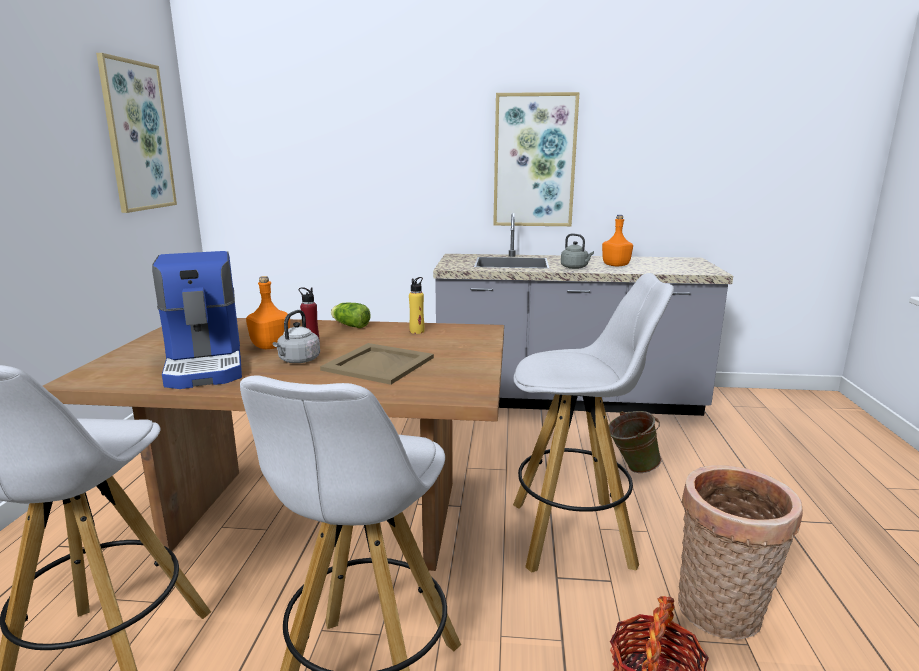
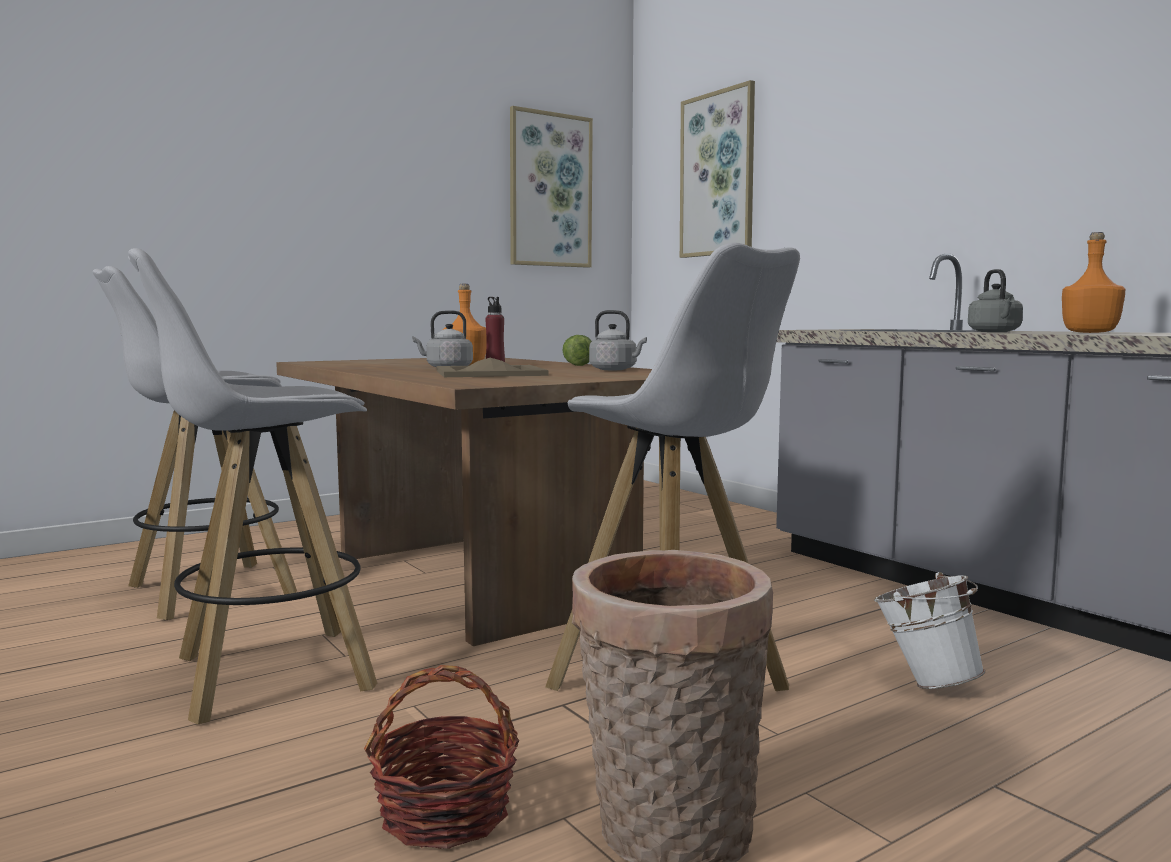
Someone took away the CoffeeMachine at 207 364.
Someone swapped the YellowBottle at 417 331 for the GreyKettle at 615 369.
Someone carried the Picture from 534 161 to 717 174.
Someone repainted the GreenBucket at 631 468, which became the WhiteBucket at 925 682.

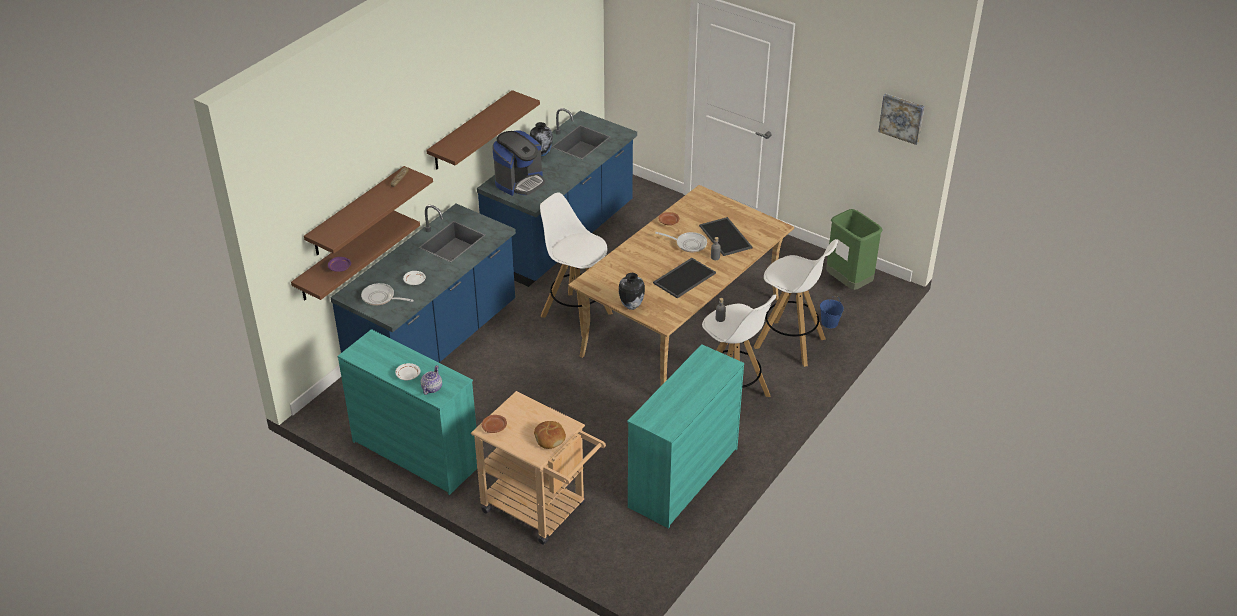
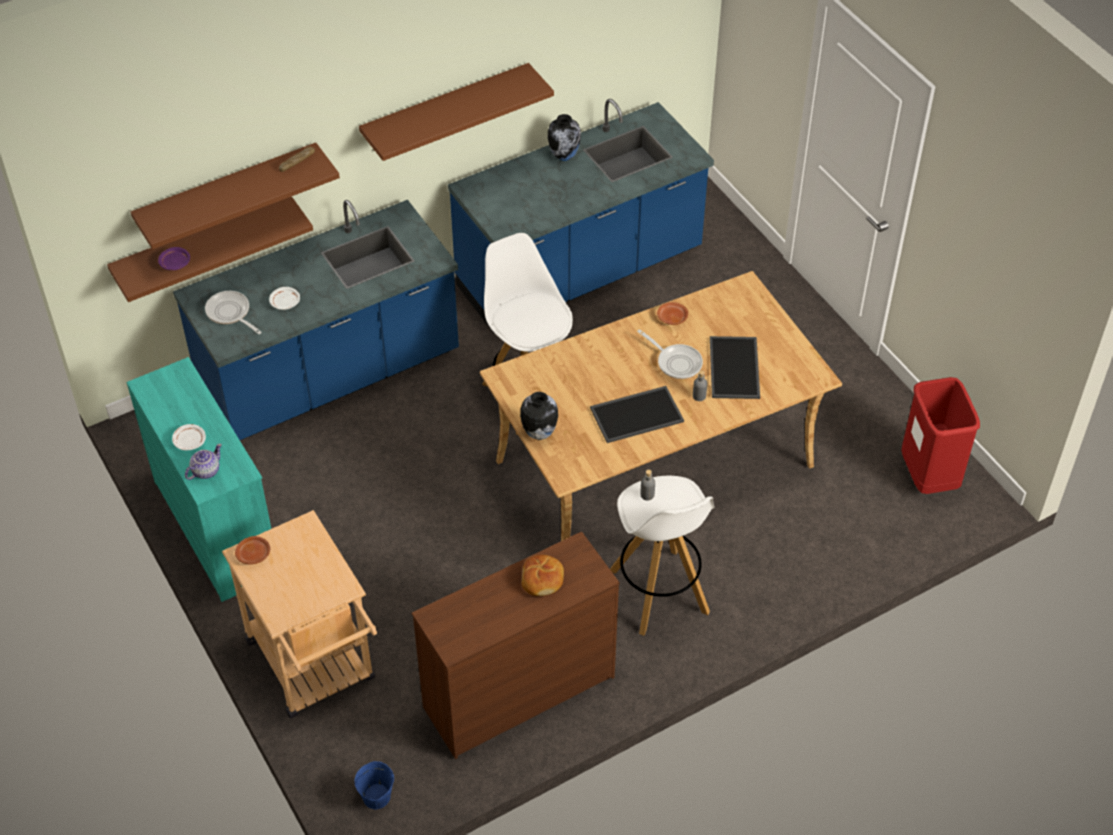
Someone took away the CoffeeMachine at 520 182.
Someone carried the Bread from 550 438 to 542 579.
Someone repainted the TurquoiseDresser at 682 477, which became the BrownDresser at 518 691.
Someone took away the WhiteStool at 790 343.
Someone carried the BlueBucket from 829 323 to 376 797.
Someone repainted the GreenTrashCan at 848 283, which became the RedTrashCan at 928 477.
Someone took away the Picture at 902 118.

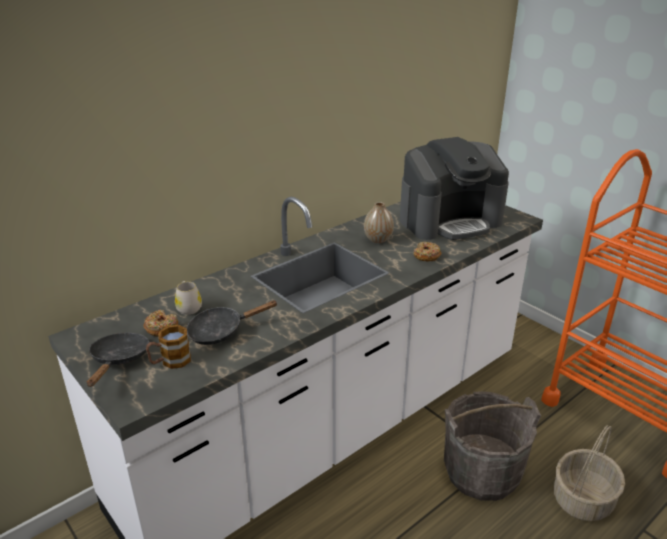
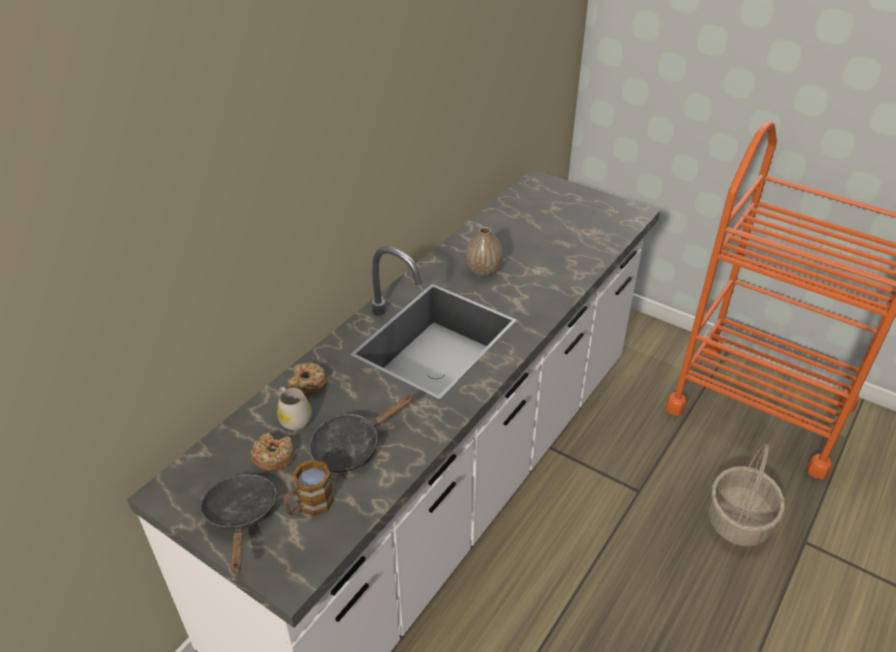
Someone took away the CoffeeMachine at 450 220.
Someone carried the Donut from 426 256 to 308 383.
Someone took away the GreyBucket at 481 473.

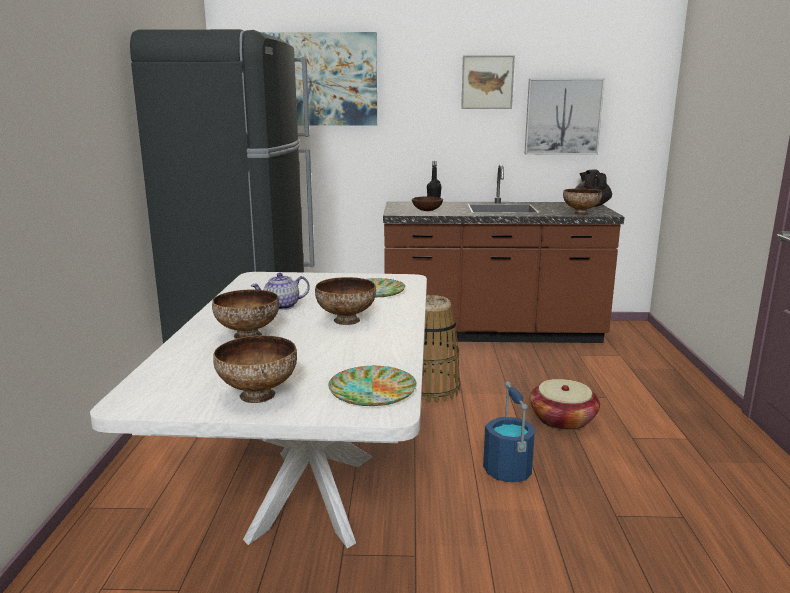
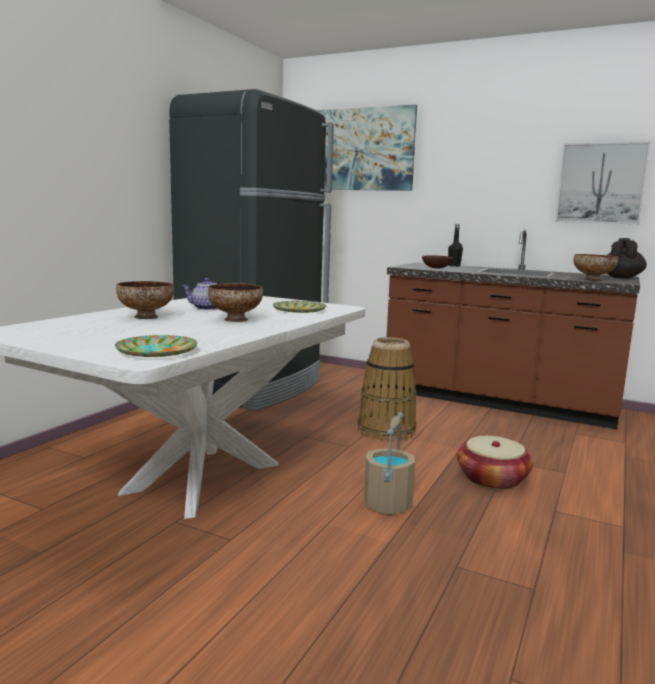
Someone took away the Bowl at 259 395.
Someone took away the Picture at 487 82.
Someone repainted the BlueBucket at 508 471, which became the BeigeBucket at 387 504.

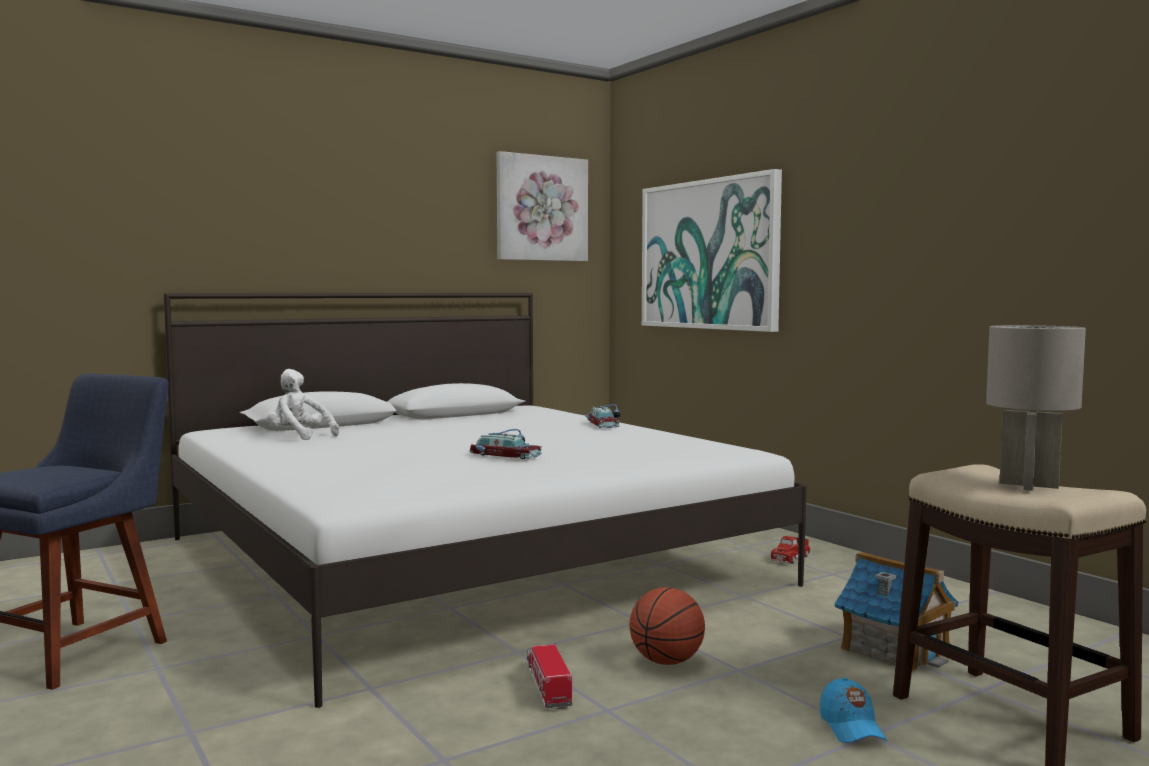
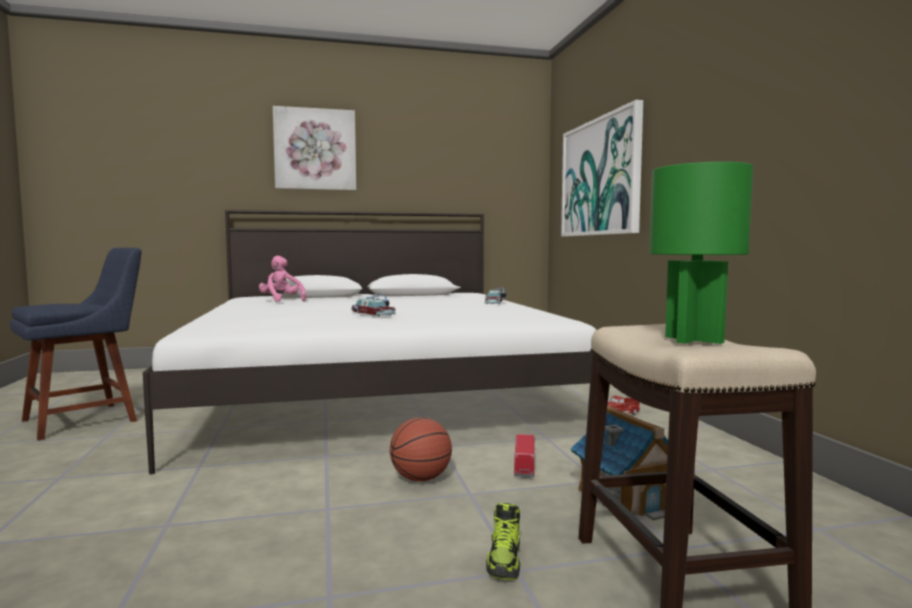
Someone repainted the WhitePlushToy at 299 437, which became the PinkPlushToy at 281 301.
Someone carried the Picture from 541 208 to 315 149.
Someone carried the ToyTruck from 548 685 to 524 463.
Someone swapped the BlueCap at 851 728 for the Shoe at 505 561.
Someone repainted the GreyTableLamp at 1027 485, which became the GreenTableLamp at 693 339.

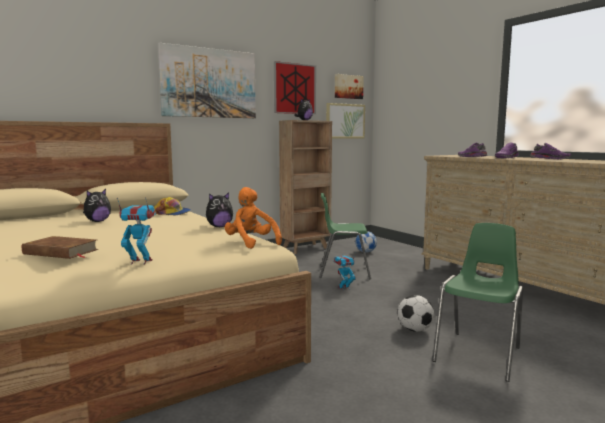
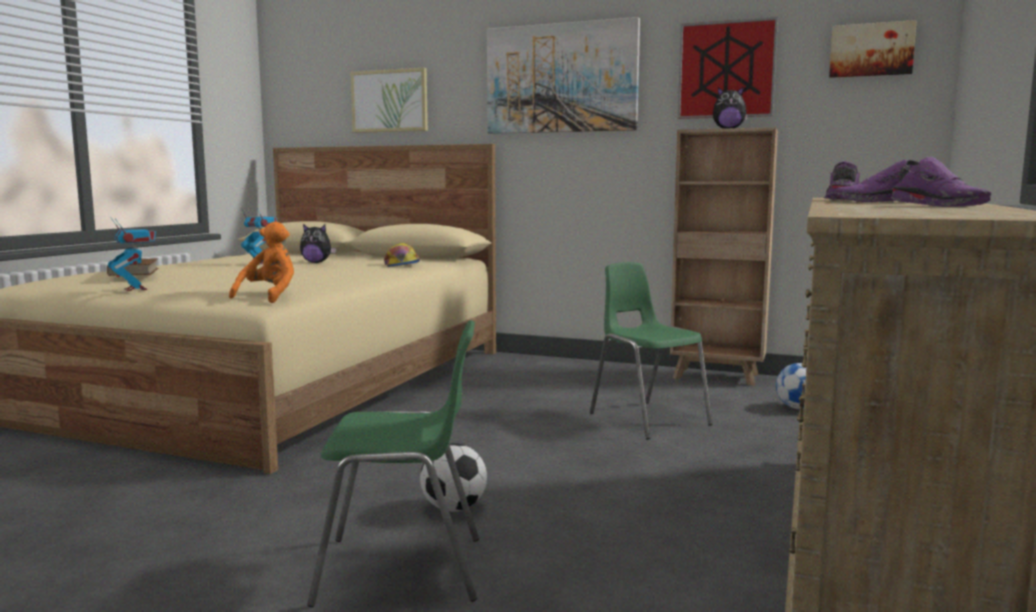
Someone took away the PlushToy at 219 227.
Someone carried the Picture from 345 121 to 390 101.
Someone carried the ToyRobot from 344 288 to 261 263.

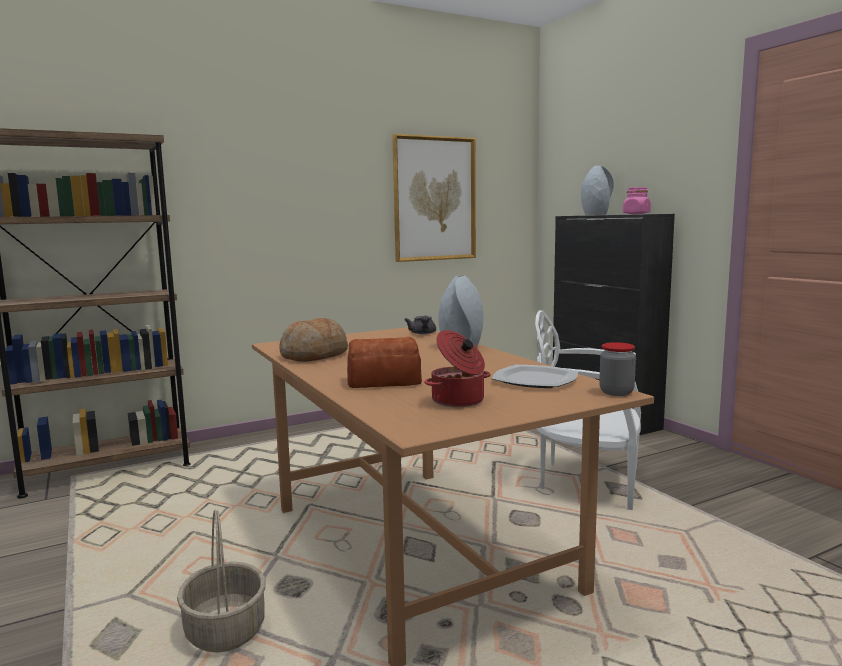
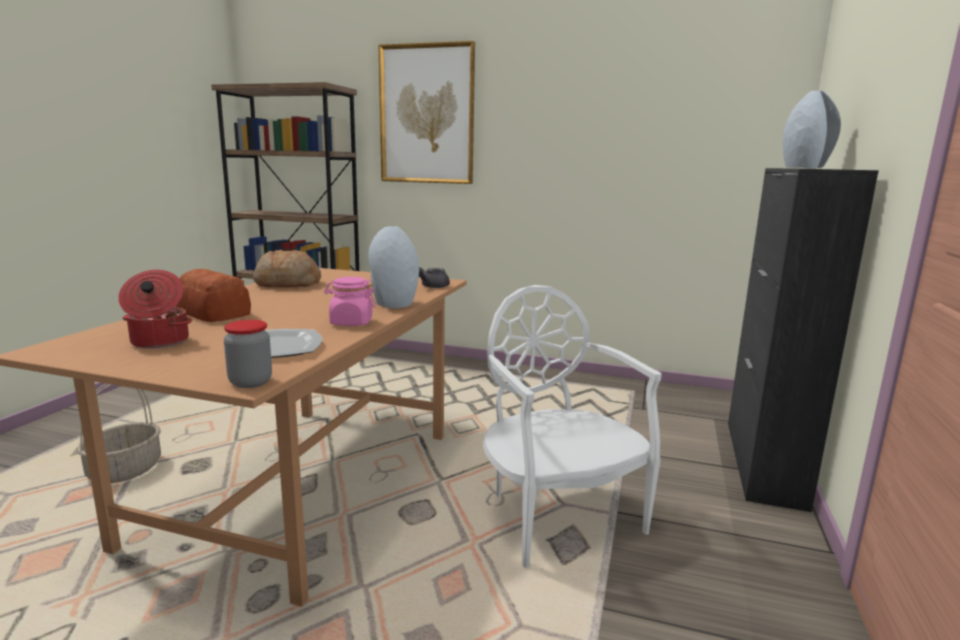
Someone carried the Picture from 434 199 to 427 115.
Someone carried the PinkJar from 636 214 to 351 323.

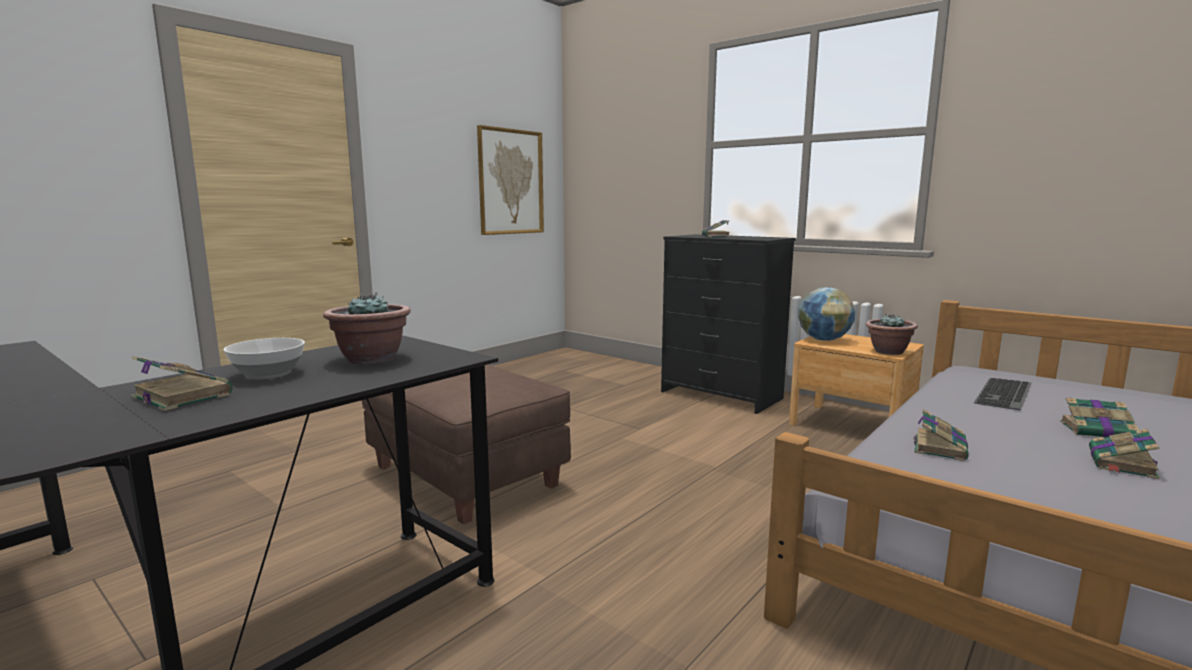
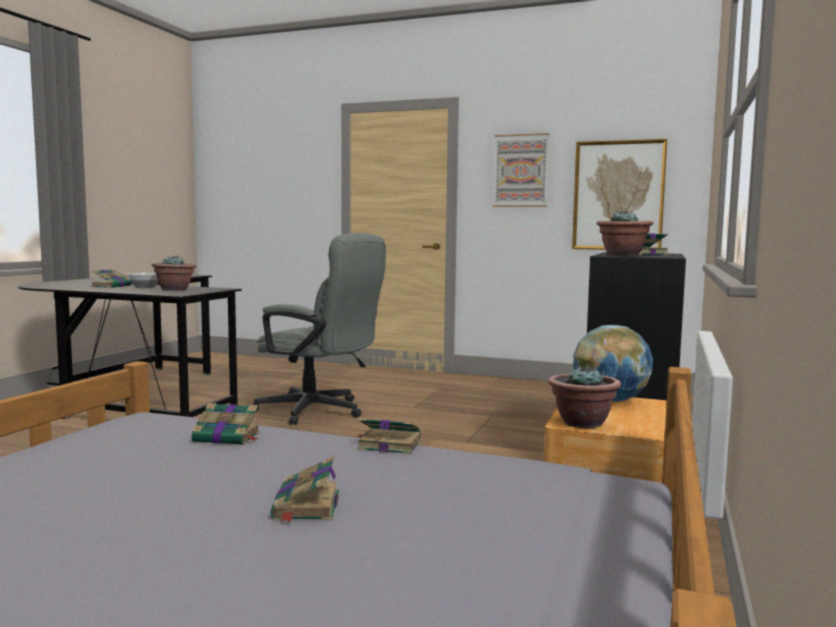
Someone swapped the BrownOttoman at 465 477 for the GreyOfficeChair at 319 411.
Someone took away the Keyboard at 1006 394.
Someone carried the Book from 1122 464 to 388 444.
Someone put up the Picture at 521 171.
Someone put down the PottedPlant at 623 255.

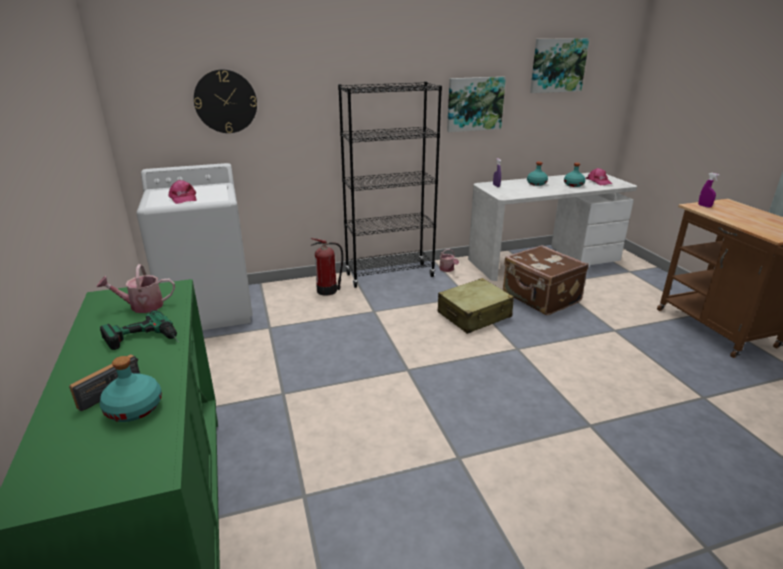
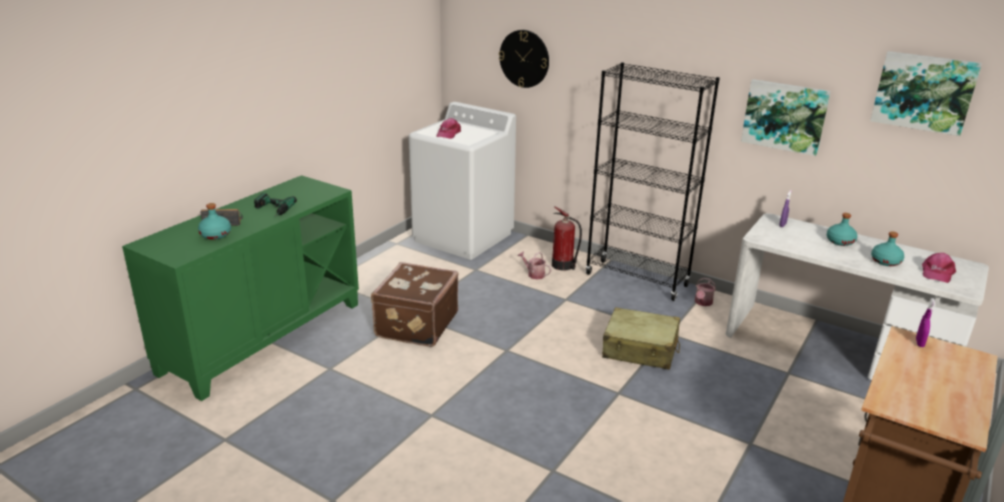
Someone carried the WateringCan from 142 306 to 534 274.
Someone carried the BrownSuitcase from 540 298 to 415 325.

